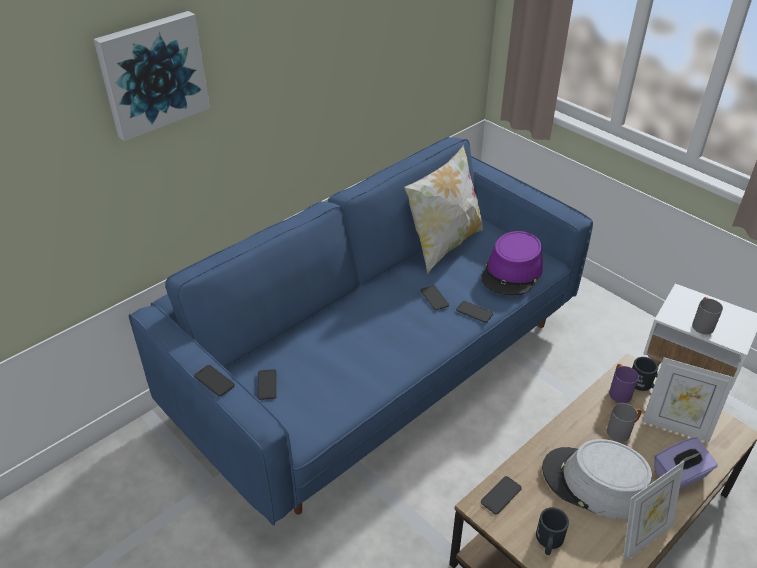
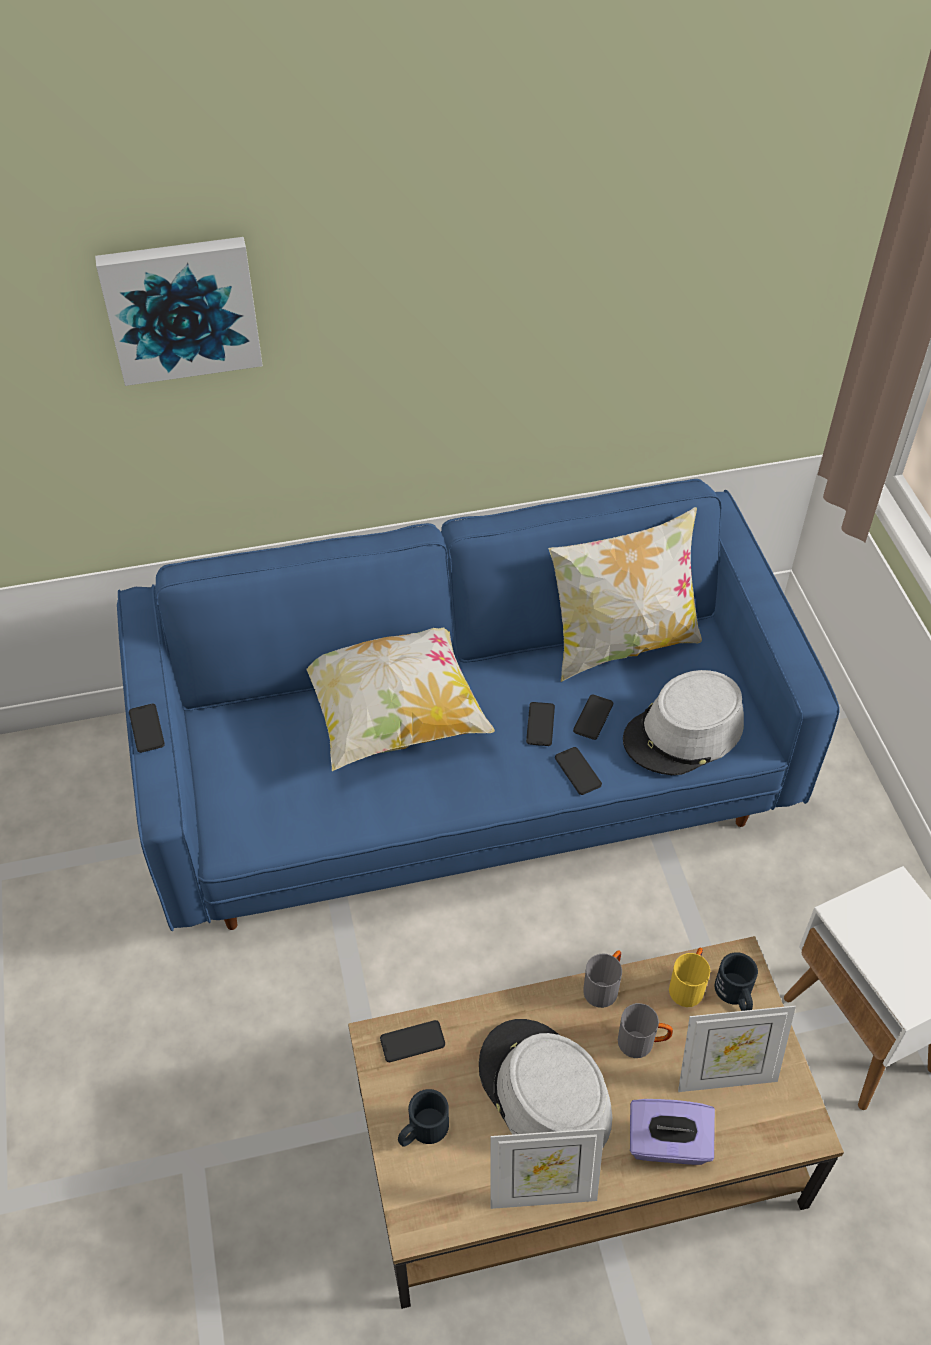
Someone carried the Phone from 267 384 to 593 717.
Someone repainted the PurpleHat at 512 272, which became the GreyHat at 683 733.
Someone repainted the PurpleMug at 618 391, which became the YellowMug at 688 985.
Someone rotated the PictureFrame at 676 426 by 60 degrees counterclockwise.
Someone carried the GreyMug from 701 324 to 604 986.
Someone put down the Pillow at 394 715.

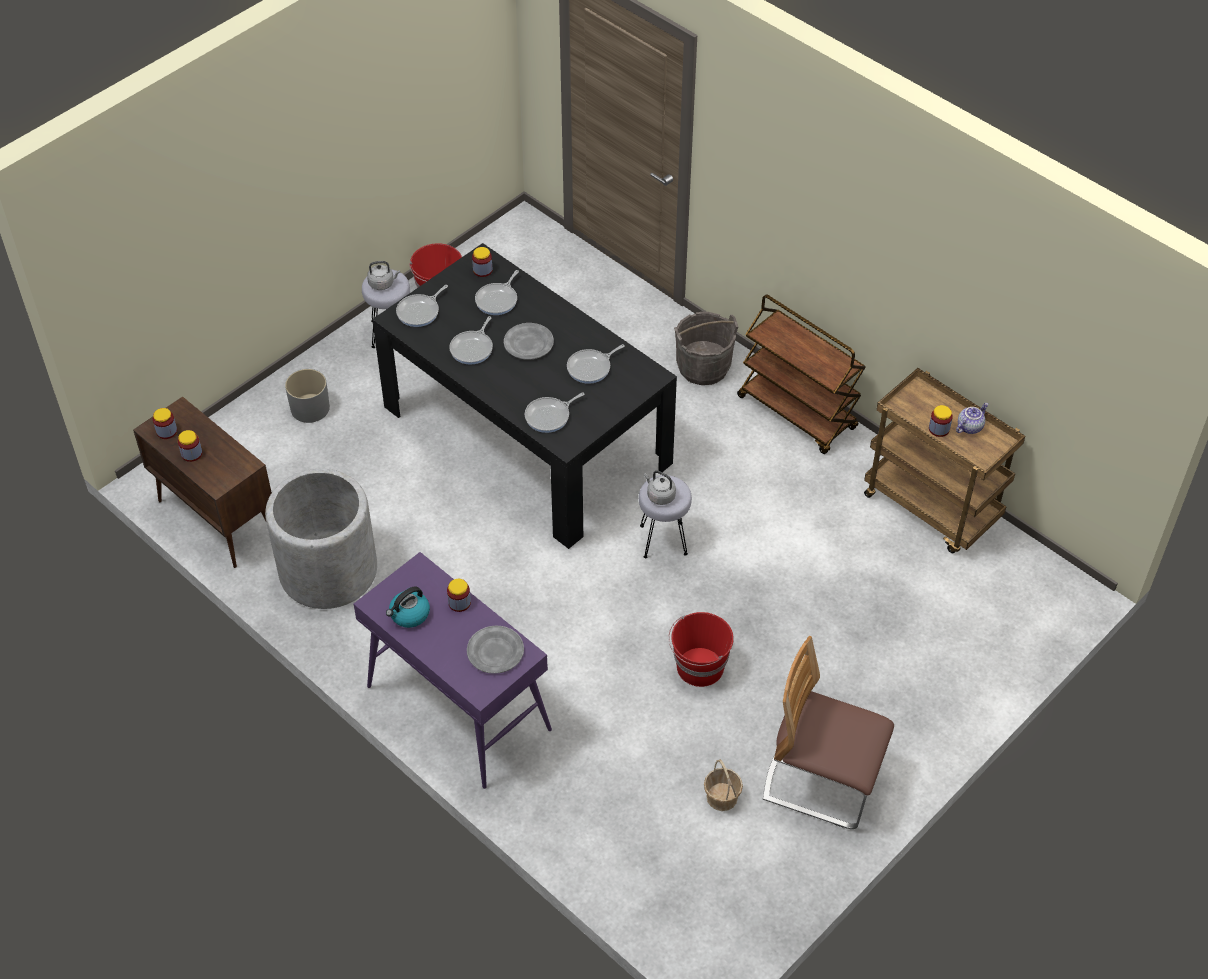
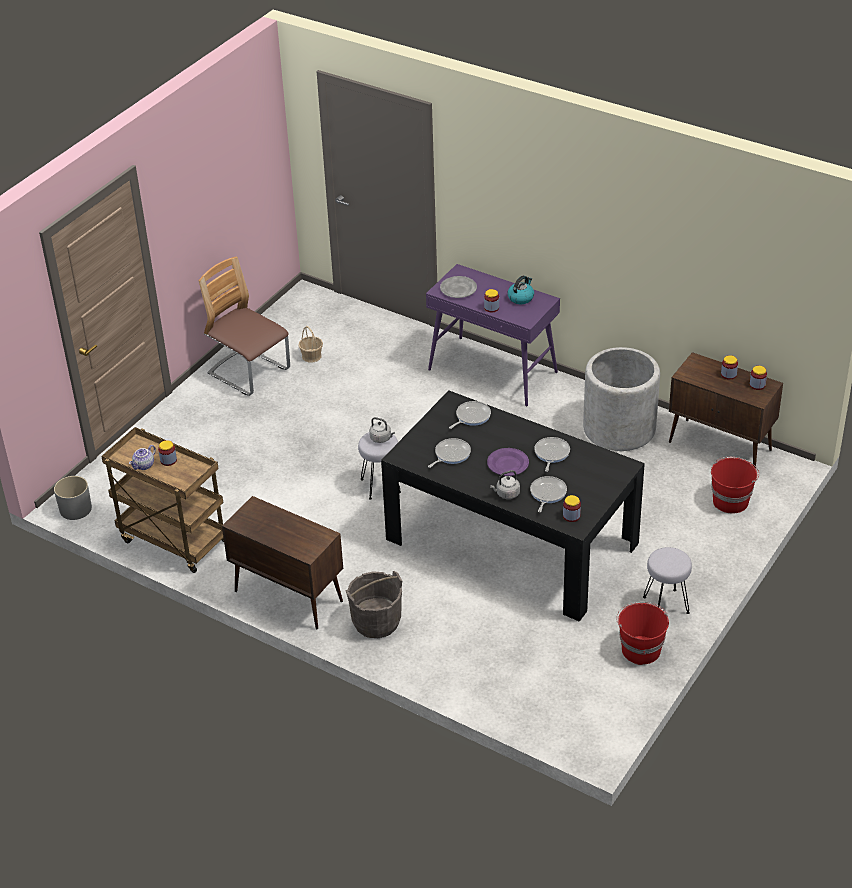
Someone carried the GreyPlanter from 310 408 to 75 509.
Someone carried the GreyKettle from 383 283 to 506 494.
Someone took away the FryingPan at 420 312.
Someone repainted the GreyPlate at 529 343, which became the PurplePlate at 507 464.
Someone carried the RedBucket from 699 667 to 731 501.
Someone swapped the BrownCart at 797 413 for the BrownCabinet at 287 596.
Someone rotated the Chair at 822 781 by 150 degrees counterclockwise.

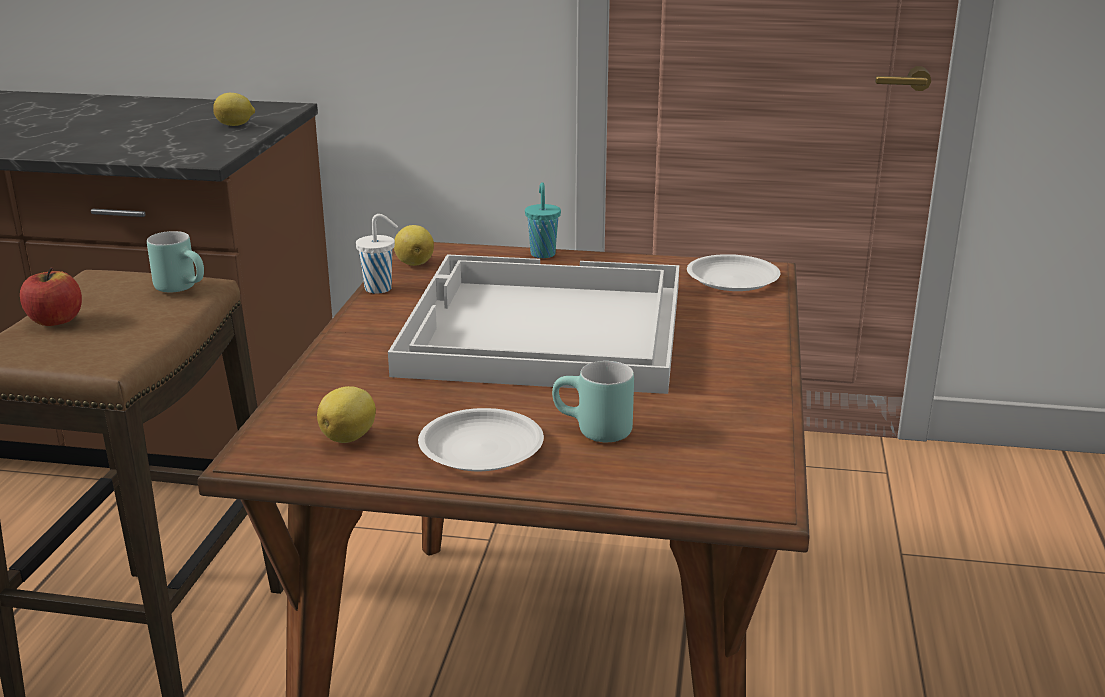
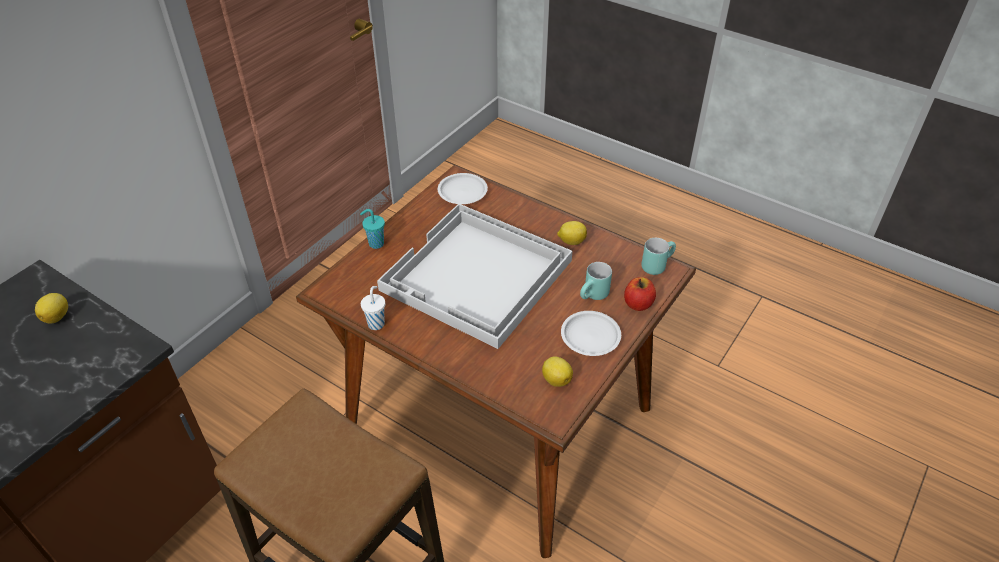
Someone carried the Apple from 55 320 to 638 304.
Someone carried the TurquoiseMug from 184 288 to 656 264.
Someone carried the Lemon from 414 263 to 571 241.

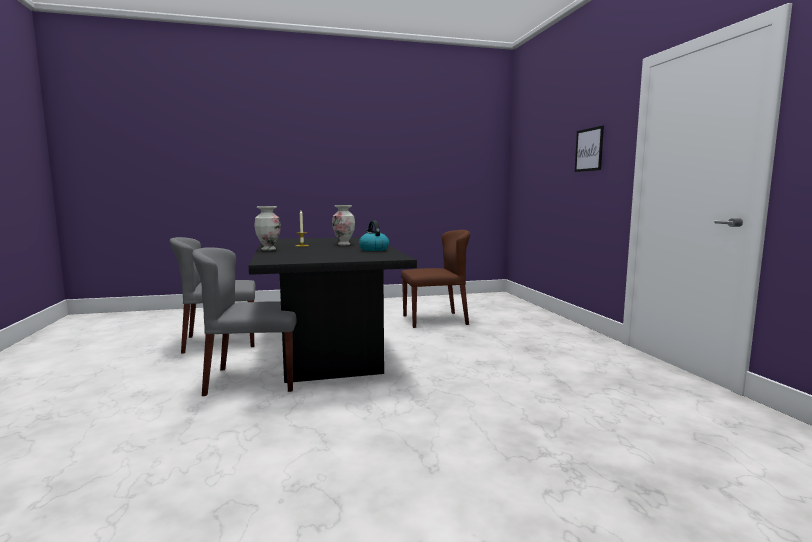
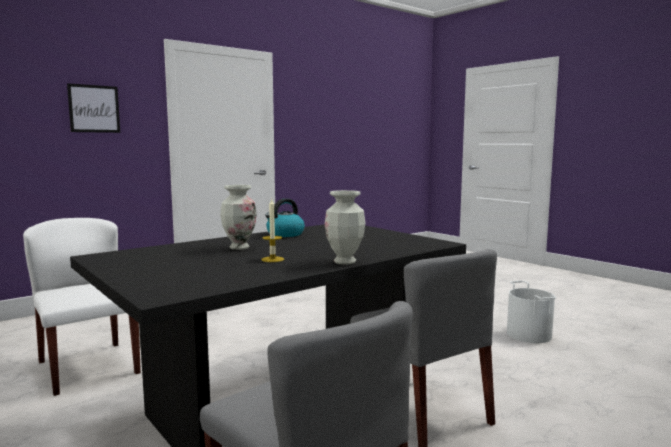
Someone repainted the BrownChair at 435 320, which became the WhiteChair at 88 367.
Someone put down the WhiteBucket at 529 334.

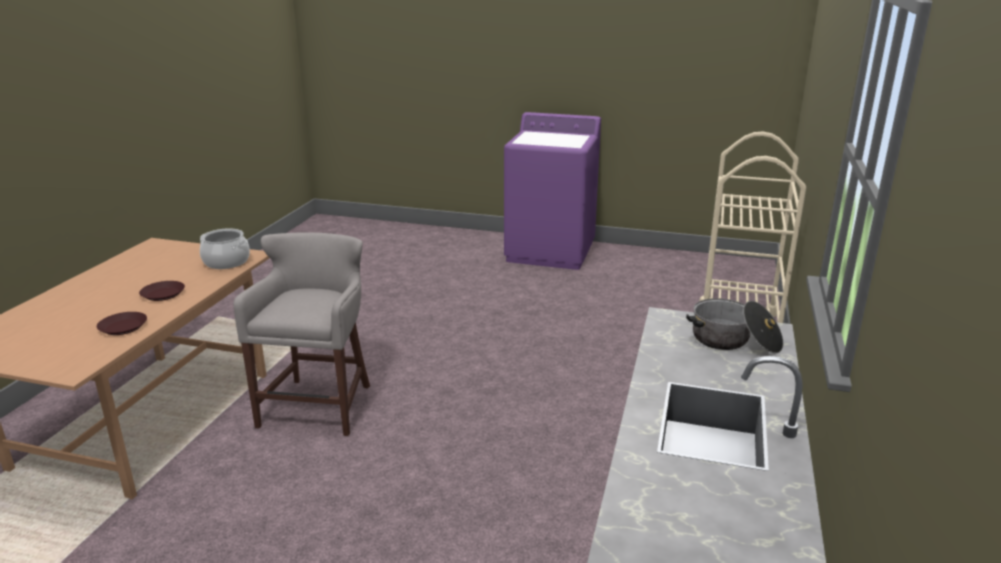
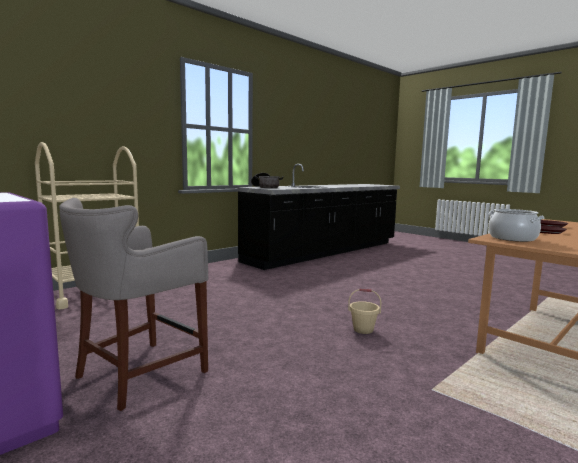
Someone carried the GreyStool from 319 404 to 137 374.
Someone put down the BeigeBucket at 363 330.

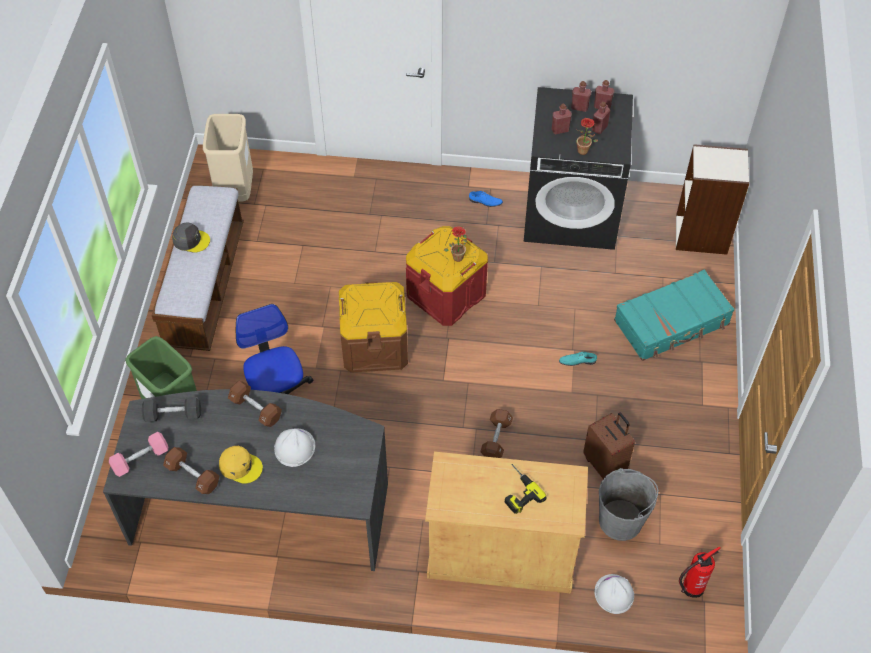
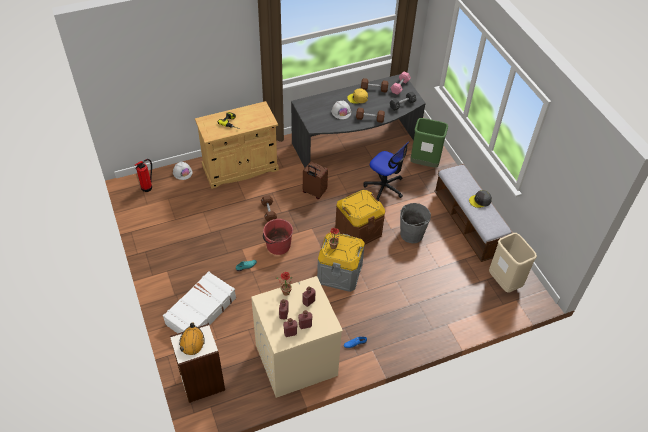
Someone repainted the RedStorageBox at 446 294, which became the GreyStorageBox at 339 273.
Someone repainted the BlackWashingMachine at 571 212, which became the BeigeWashingMachine at 295 361.
Someone carried the BrownSuitcase from 606 464 to 314 192.
Someone carried the GreyBucket from 621 520 to 411 234.
Someone repainted the TurquoiseSuitcase at 672 323, which became the WhiteSuitcase at 200 311.
Someone put down the OrangeHardHat at 192 342.
Someone put down the RedBucket at 278 245.

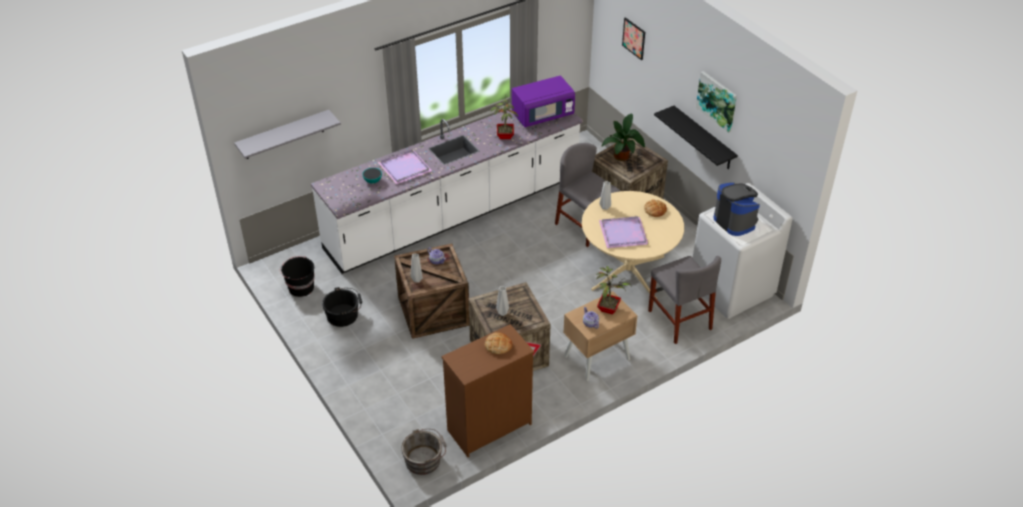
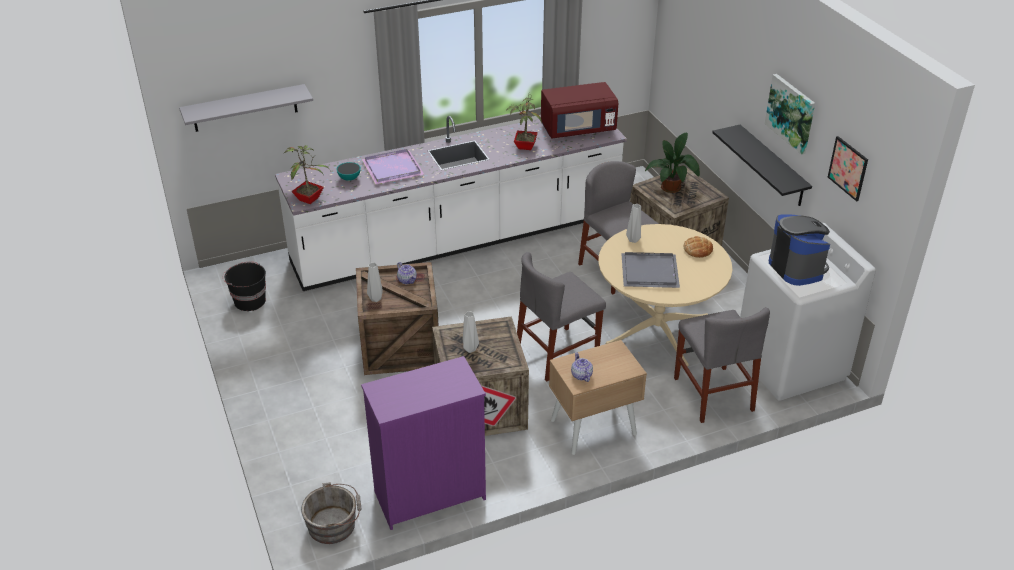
Someone took away the BlackBucket at 344 315.
Someone repainted the BrownDresser at 488 427, which became the PurpleDresser at 428 495.
Someone took away the Bread at 498 345.
Someone repainted the PurpleMicrowave at 542 115, which became the RedMicrowave at 578 129.
Someone carried the PottedPlant from 608 308 to 309 198.
Someone repainted the PurpleTray at 624 234, which became the GreyTray at 650 272.
Someone carried the Picture from 634 38 to 848 168.
Someone put down the GreyChair at 557 353.

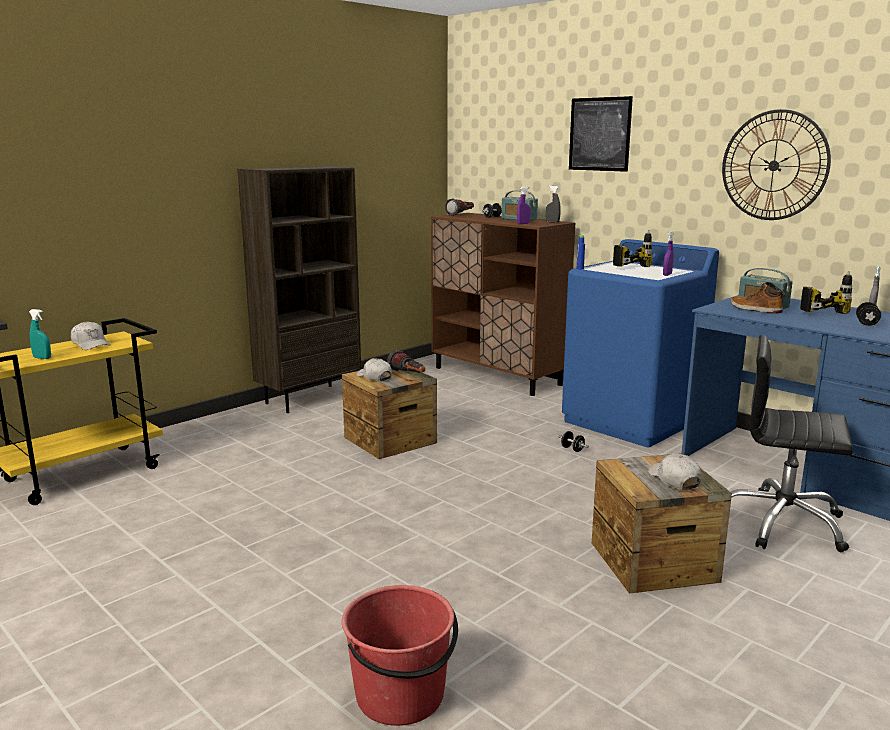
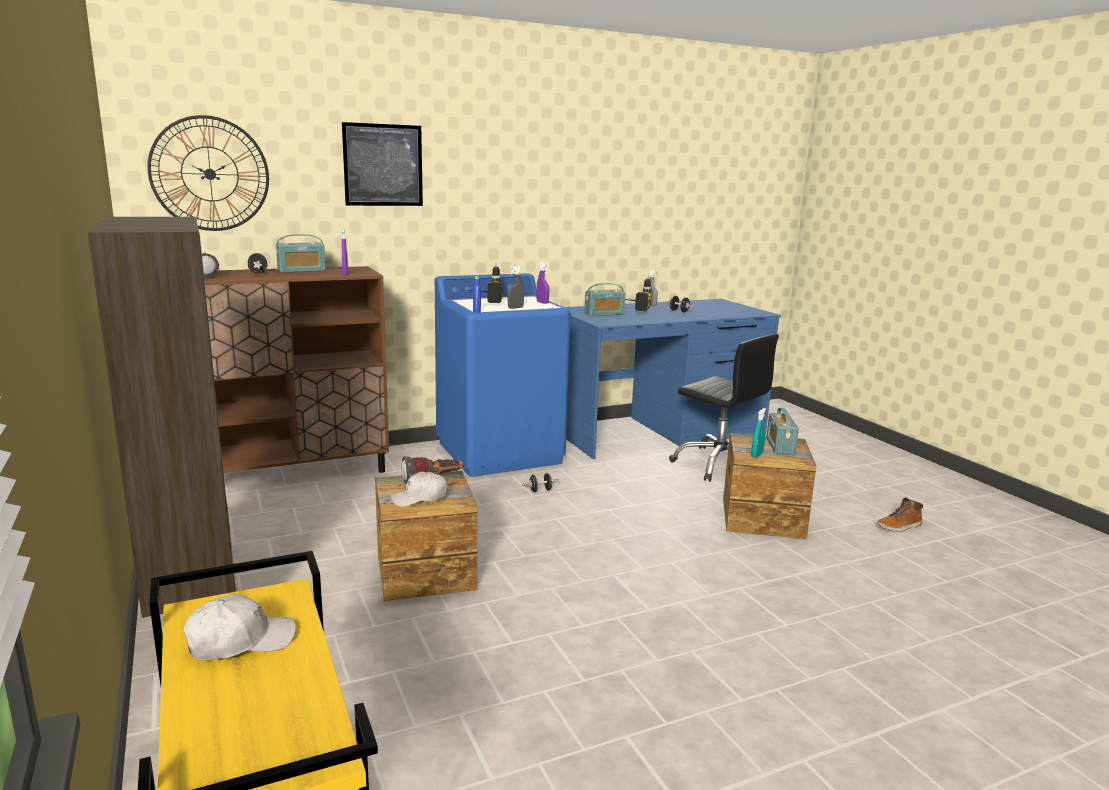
Someone carried the TurquoiseSprayBottle from 42 358 to 757 455.
Someone took away the RedBucket at 401 696.
Someone carried the GreySprayBottle from 552 222 to 515 308.
Someone swapped the WhiteCap at 674 480 for the Radio at 780 446.
Someone carried the WallClock from 774 165 to 210 174.
Someone carried the Boot from 755 310 to 899 526.
Someone rotated the BlackOfficeChair at 782 523 by 90 degrees counterclockwise.

